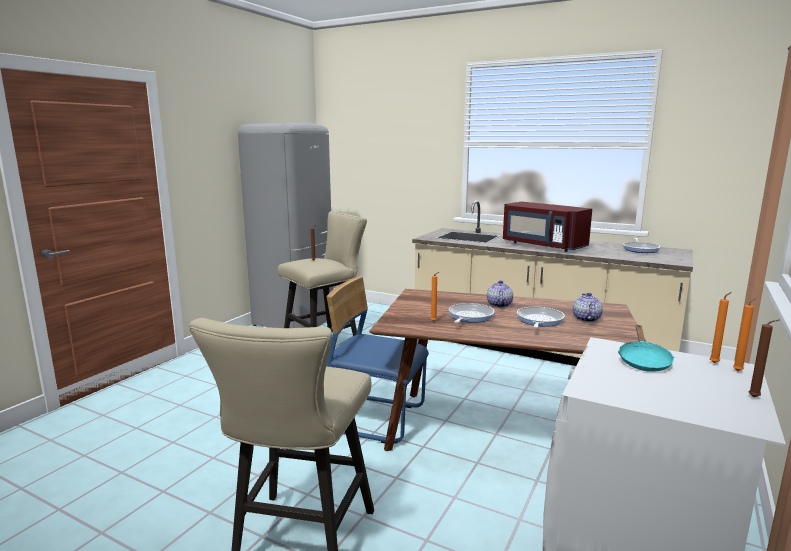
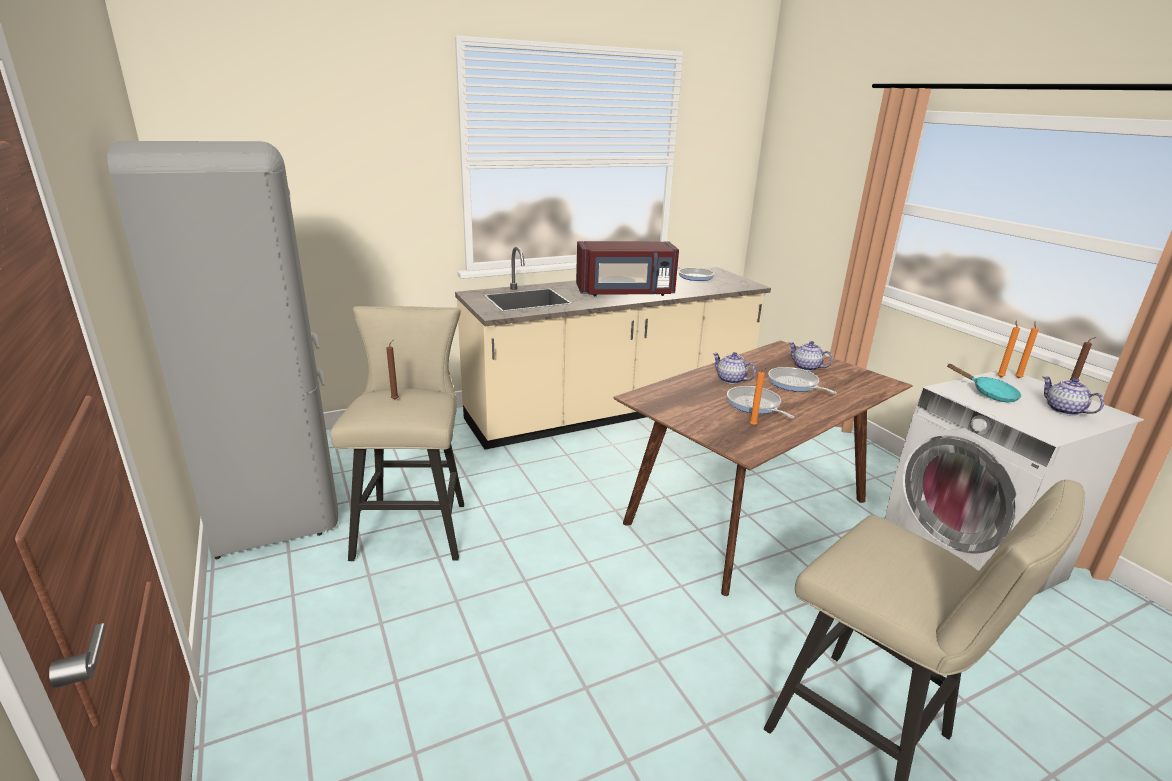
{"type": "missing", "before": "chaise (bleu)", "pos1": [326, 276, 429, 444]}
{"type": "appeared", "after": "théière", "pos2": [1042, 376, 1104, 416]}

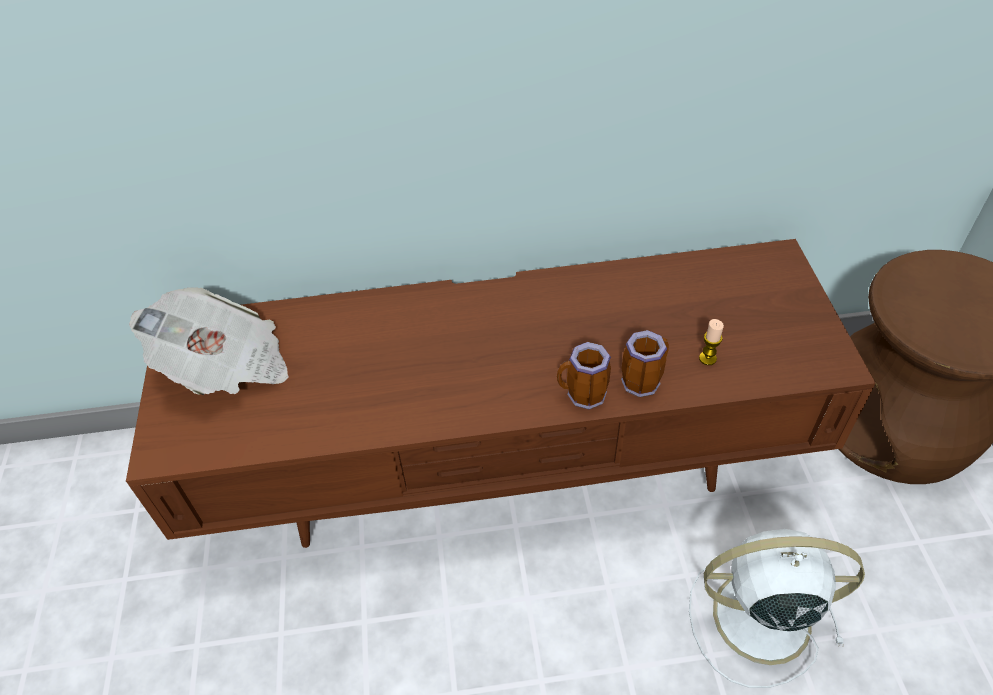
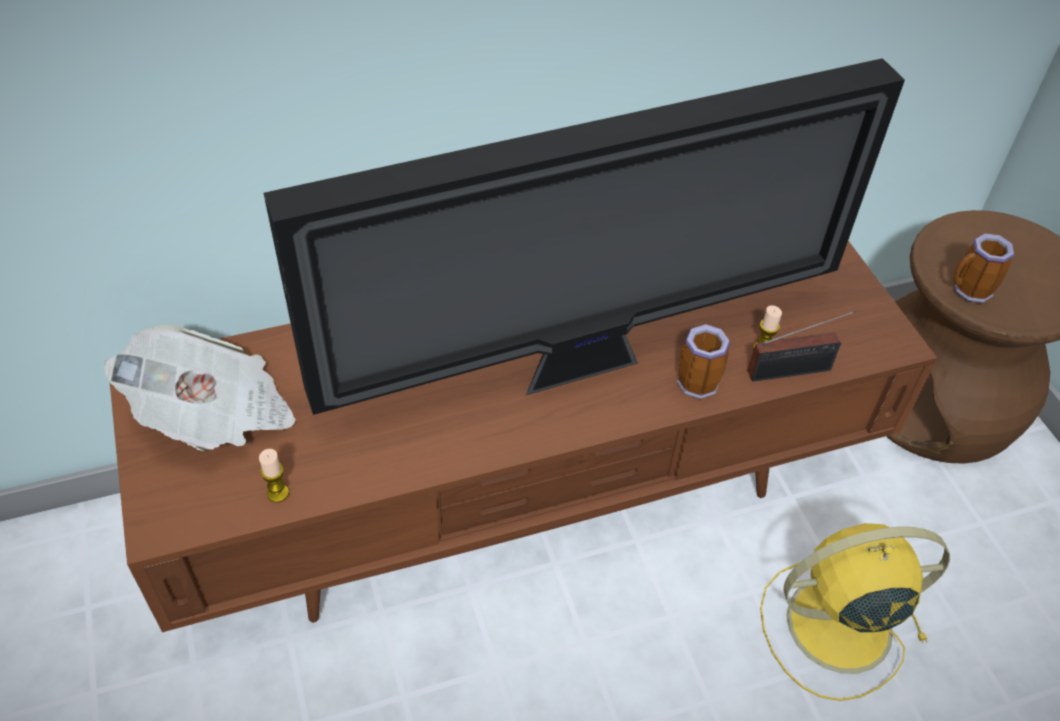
{"type": "appeared", "after": "bougie", "pos2": [259, 449, 289, 503]}
{"type": "appeared", "after": "téléviseur", "pos2": [264, 58, 905, 415]}
{"type": "appeared", "after": "radio", "pos2": [748, 311, 856, 382]}
{"type": "relocated", "before": "mug", "pos1": [557, 342, 611, 409], "pos2": [954, 233, 1014, 303]}
{"type": "colour", "before": "ventilateur (blanc)", "after": "ventilateur (jaune)", "pos1": [689, 529, 865, 688], "pos2": [760, 523, 950, 701]}

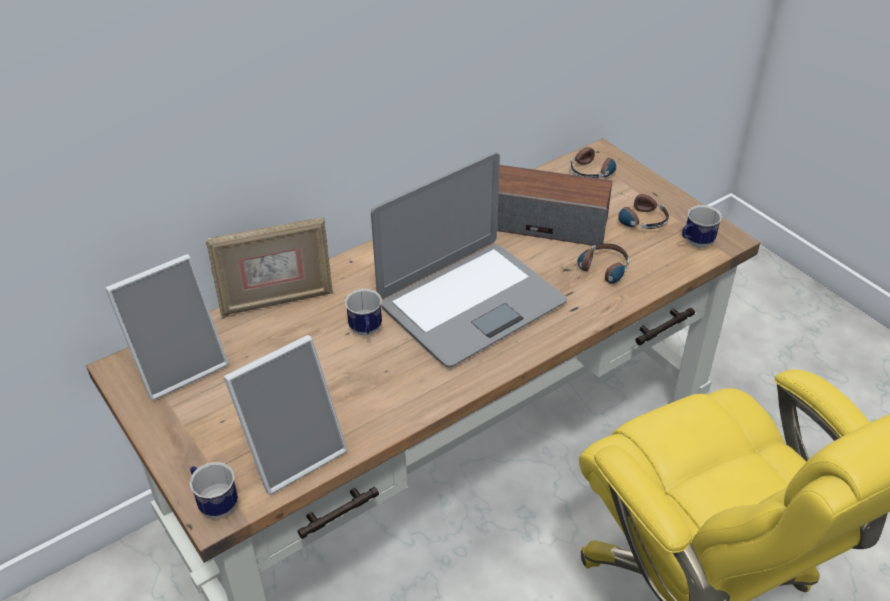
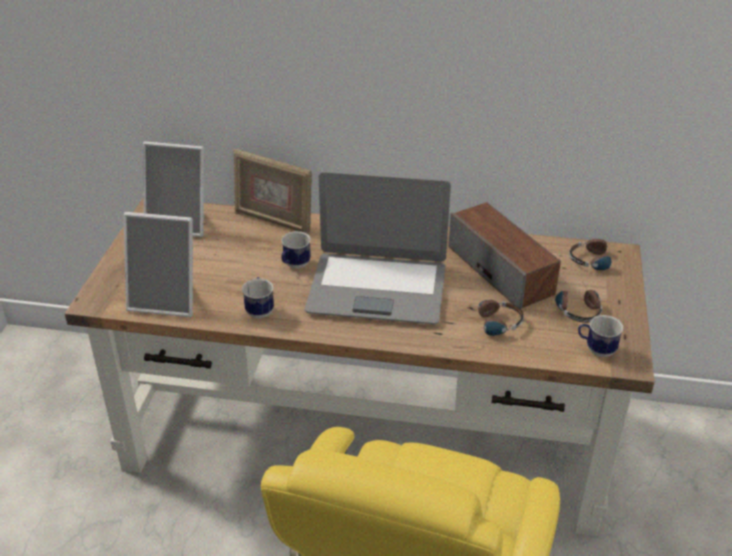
{"type": "relocated", "before": "mug", "pos1": [190, 462, 238, 518], "pos2": [242, 277, 274, 318]}

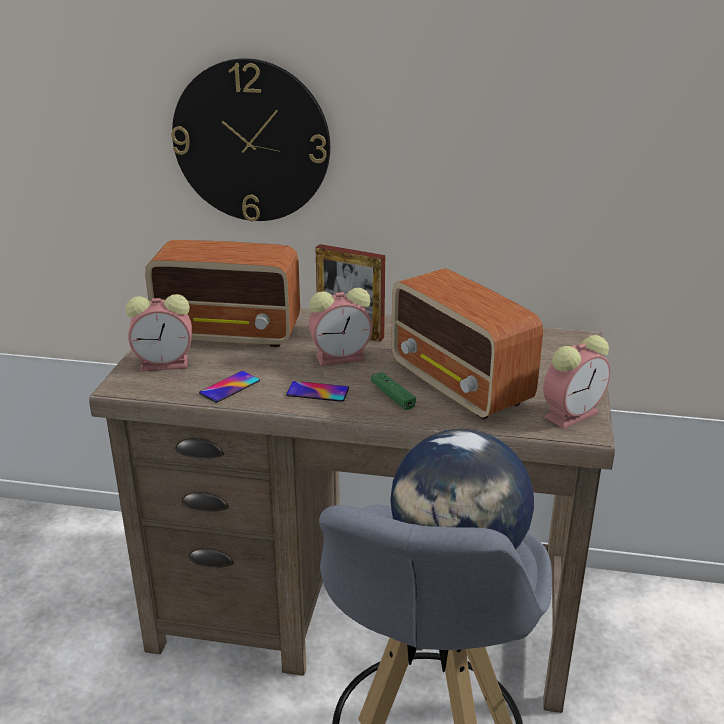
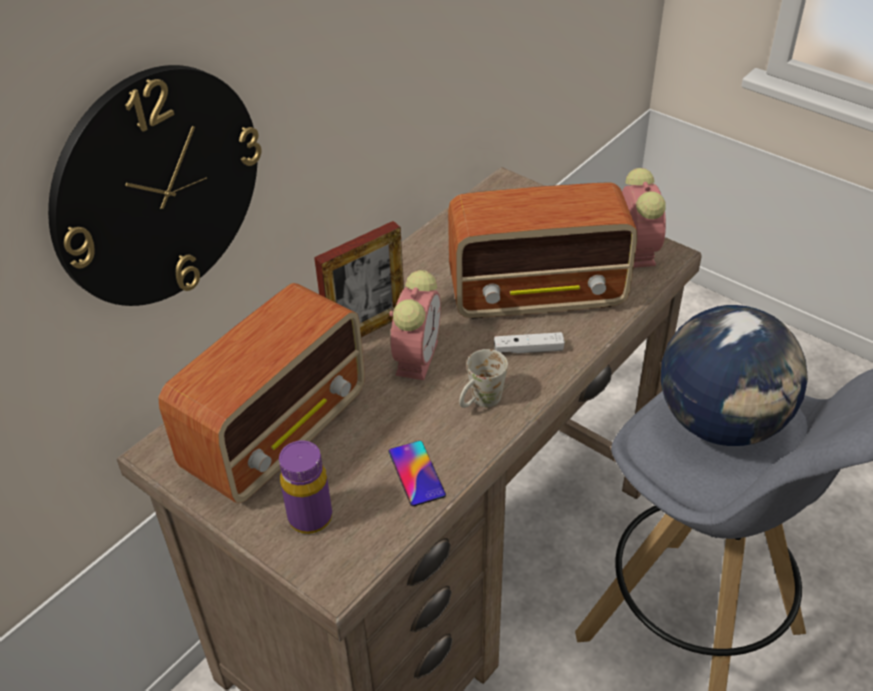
{"type": "exchanged", "before": "réveil", "after": "bouteille (violet)", "pos1": [126, 294, 192, 372], "pos2": [279, 440, 332, 534]}
{"type": "exchanged", "before": "téléphone", "after": "mug (blanc)", "pos1": [286, 381, 349, 402], "pos2": [459, 349, 508, 408]}
{"type": "colour", "before": "manette (vert)", "after": "manette (blanc)", "pos1": [371, 372, 416, 410], "pos2": [494, 332, 565, 354]}

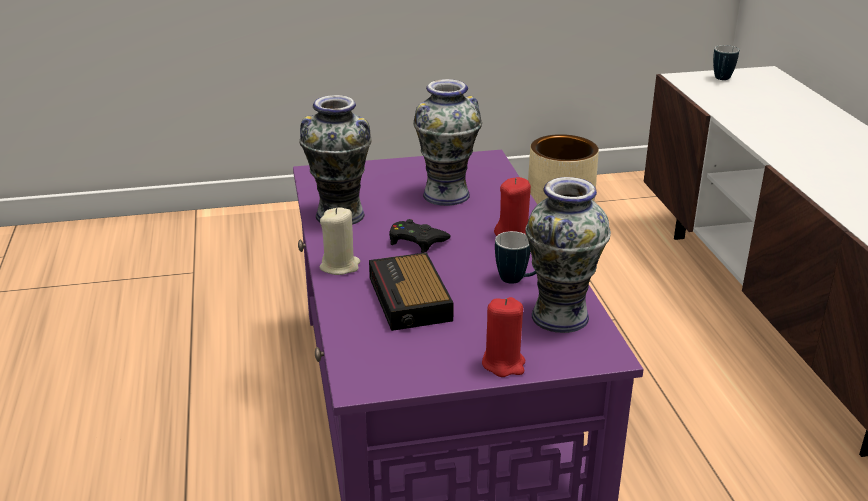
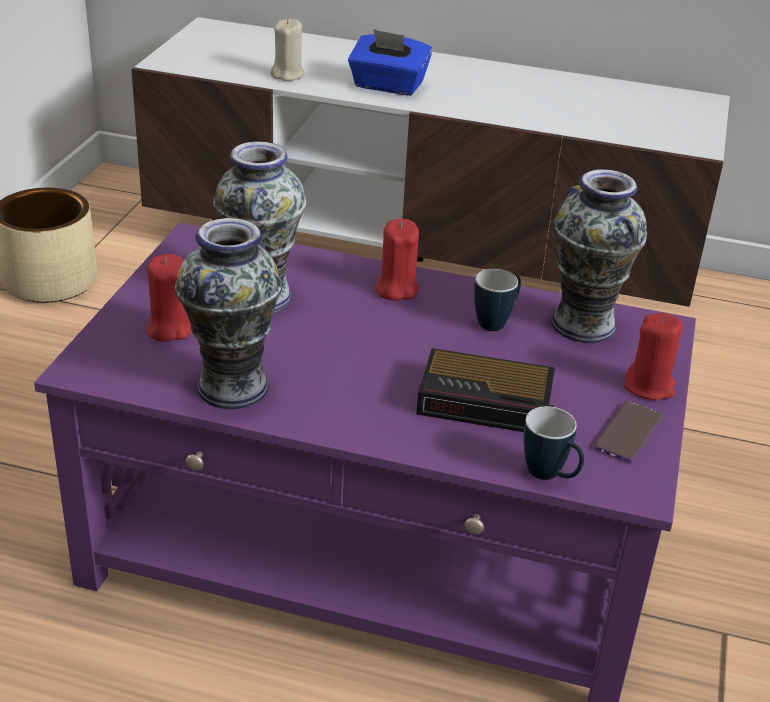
{"type": "missing", "before": "manette (noir)", "pos1": [389, 219, 451, 253]}
{"type": "appeared", "after": "bougie (rouge)", "pos2": [146, 254, 192, 342]}
{"type": "appeared", "after": "boîte à mouchoirs (bleu)", "pos2": [348, 29, 432, 96]}
{"type": "appeared", "after": "téléphone", "pos2": [594, 401, 663, 462]}
{"type": "relocated", "before": "bougie (beige)", "pos1": [320, 207, 360, 275], "pos2": [270, 18, 304, 81]}
{"type": "relocated", "before": "mug", "pos1": [713, 45, 739, 80], "pos2": [524, 406, 584, 480]}

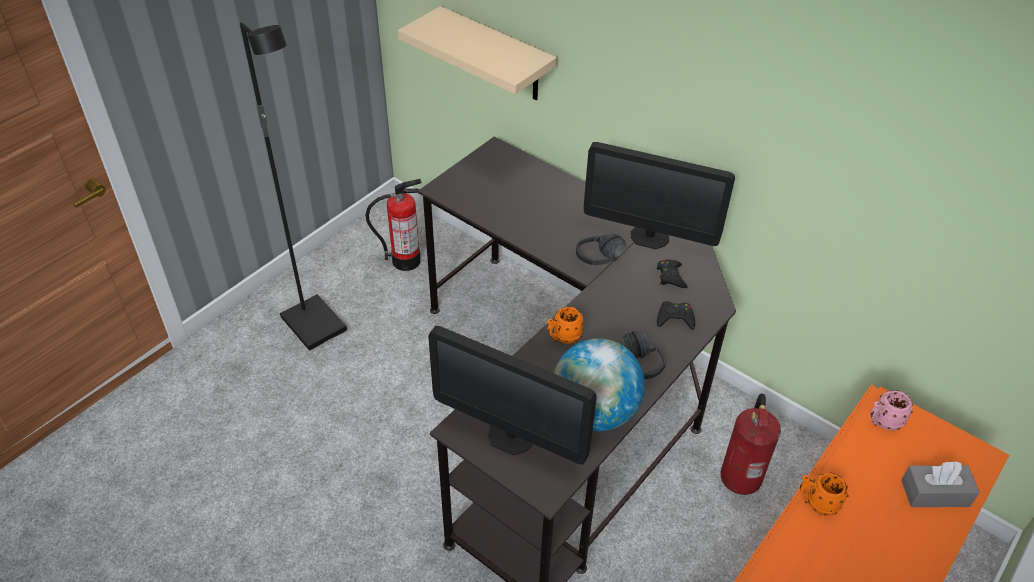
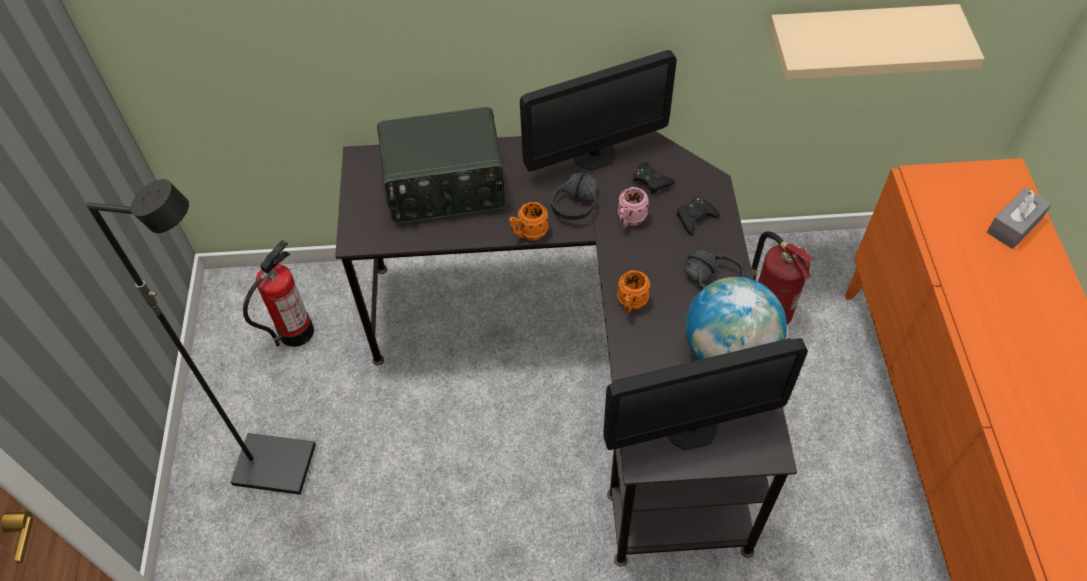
{"type": "appeared", "after": "radio", "pos2": [377, 107, 507, 223]}
{"type": "relocated", "before": "étagère (beige)", "pos1": [398, 6, 557, 100], "pos2": [770, 4, 984, 80]}
{"type": "relocated", "before": "mug (orange)", "pos1": [800, 472, 849, 516], "pos2": [509, 202, 549, 241]}
{"type": "relocated", "before": "mug (rose)", "pos1": [870, 390, 913, 431], "pos2": [618, 187, 649, 228]}

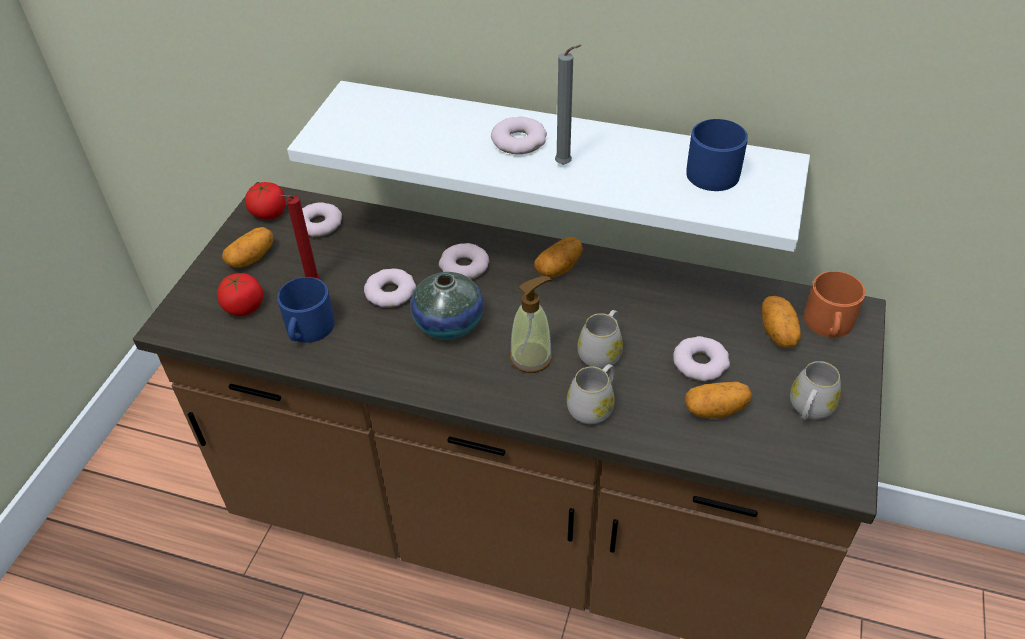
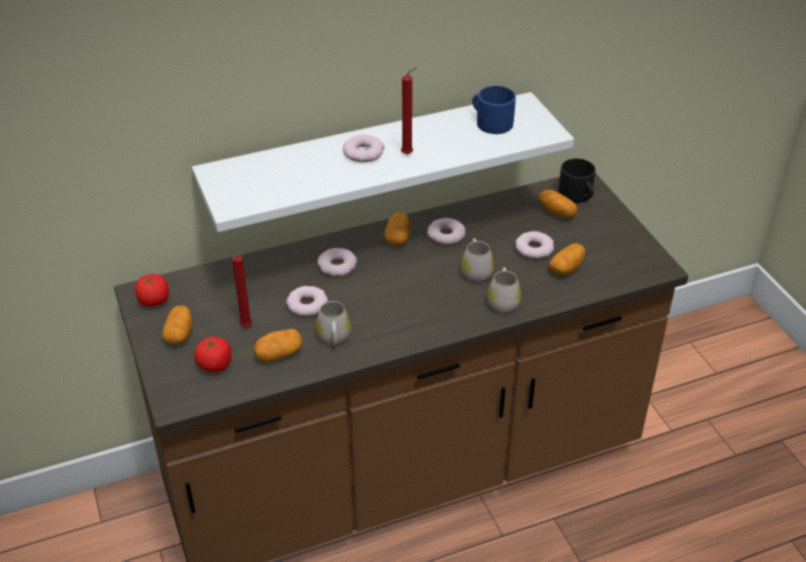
{"type": "missing", "before": "vase", "pos1": [410, 272, 484, 340]}
{"type": "missing", "before": "distributeur de savon", "pos1": [509, 276, 553, 373]}
{"type": "relocated", "before": "beignet", "pos1": [302, 202, 342, 237], "pos2": [427, 218, 466, 245]}
{"type": "relocated", "before": "mug (blanc)", "pos1": [790, 361, 841, 420], "pos2": [316, 301, 351, 345]}
{"type": "exchanged", "before": "mug (bleu)", "after": "pomme de terre", "pos1": [277, 277, 335, 343], "pos2": [253, 329, 302, 362]}
{"type": "colour", "before": "bougie (gris)", "after": "bougie (rouge)", "pos1": [555, 45, 582, 165], "pos2": [401, 67, 417, 155]}
{"type": "colour", "before": "mug (orange)", "after": "mug (noir)", "pos1": [804, 271, 865, 337], "pos2": [559, 159, 596, 203]}

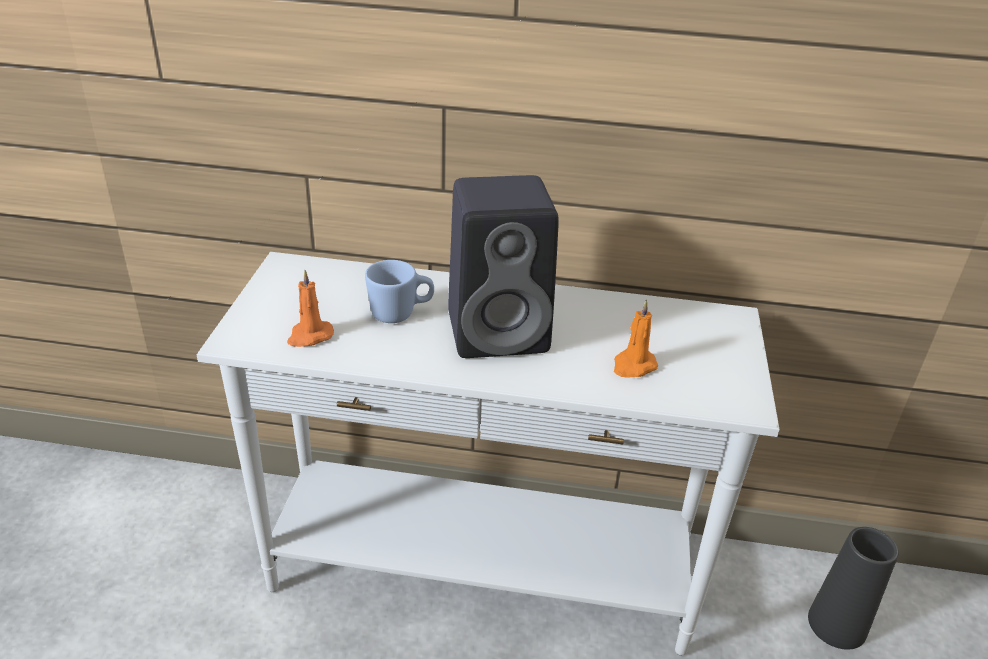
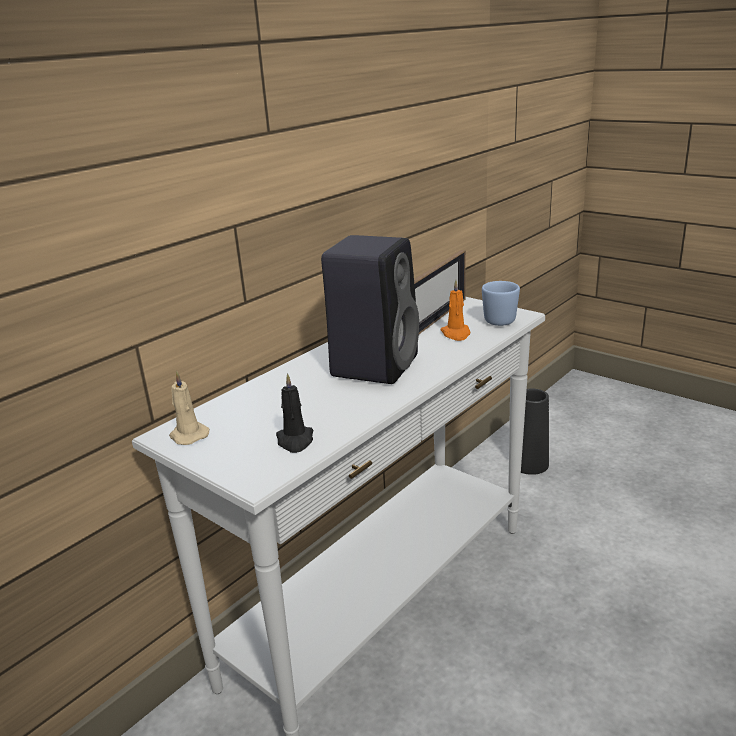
{"type": "appeared", "after": "bougie (beige)", "pos2": [169, 371, 209, 445]}
{"type": "appeared", "after": "cadre photo", "pos2": [414, 250, 466, 334]}
{"type": "relocated", "before": "mug (bleu)", "pos1": [365, 260, 434, 323], "pos2": [482, 281, 520, 326]}
{"type": "colour", "before": "bougie (orange)", "after": "bougie (noir)", "pos1": [287, 270, 334, 347], "pos2": [276, 373, 313, 453]}

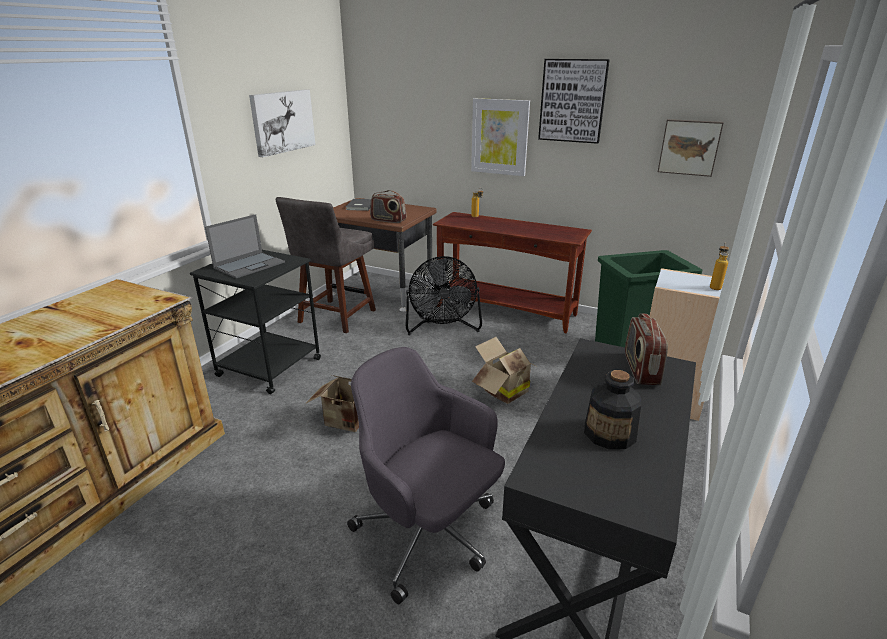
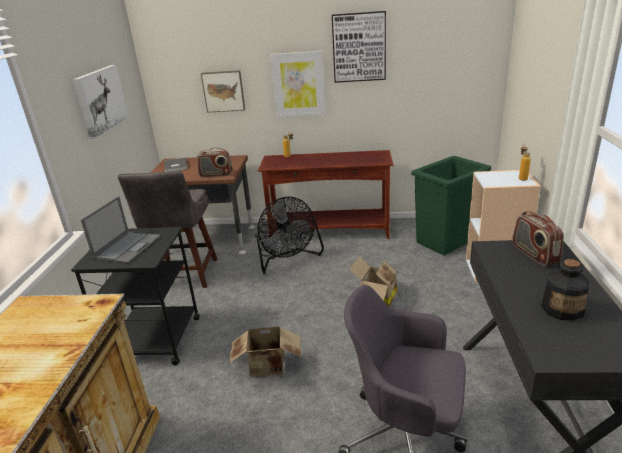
{"type": "relocated", "before": "tableau", "pos1": [658, 119, 724, 177], "pos2": [201, 70, 245, 113]}

